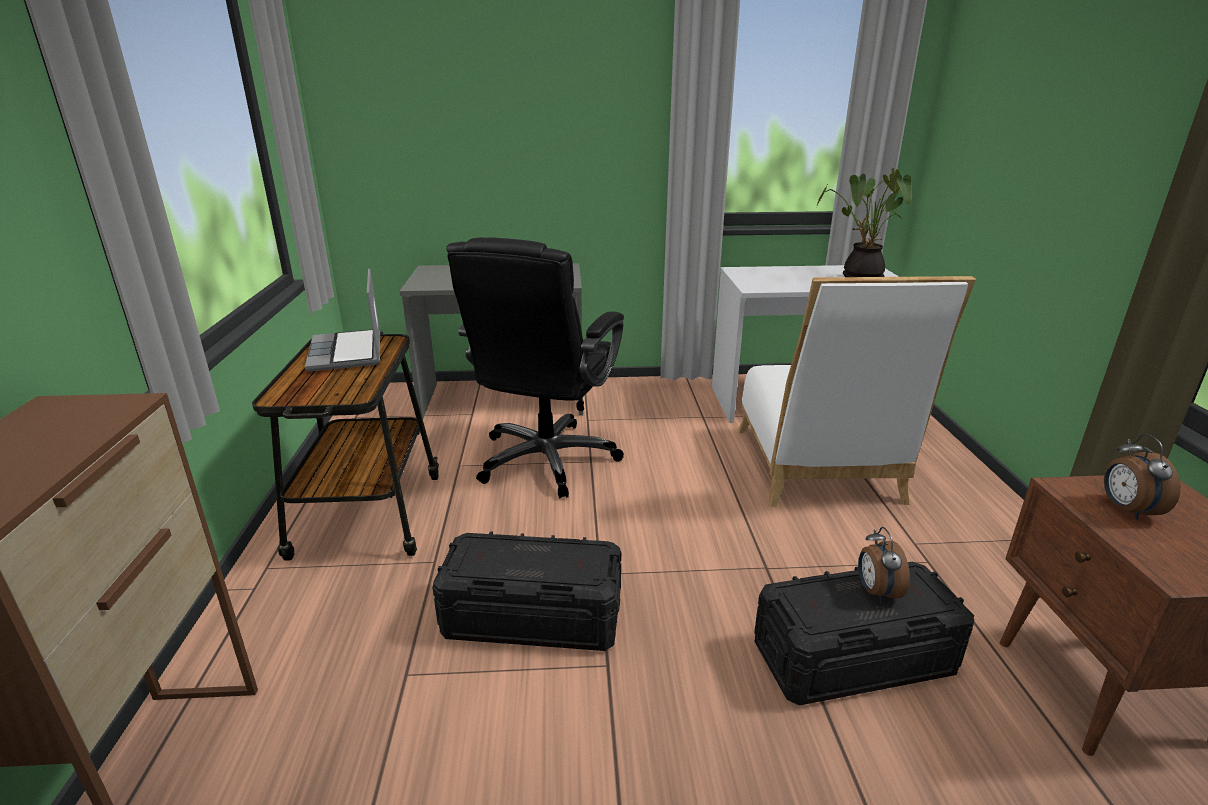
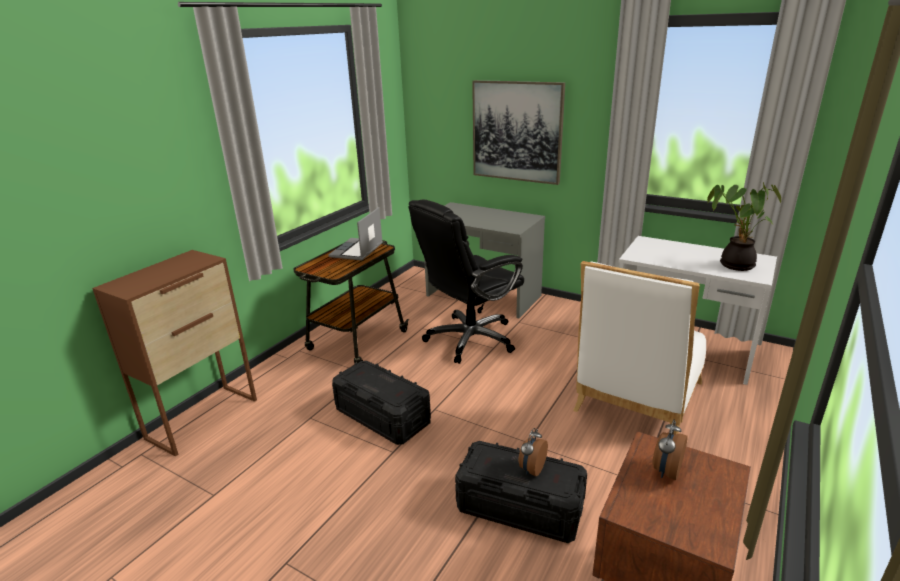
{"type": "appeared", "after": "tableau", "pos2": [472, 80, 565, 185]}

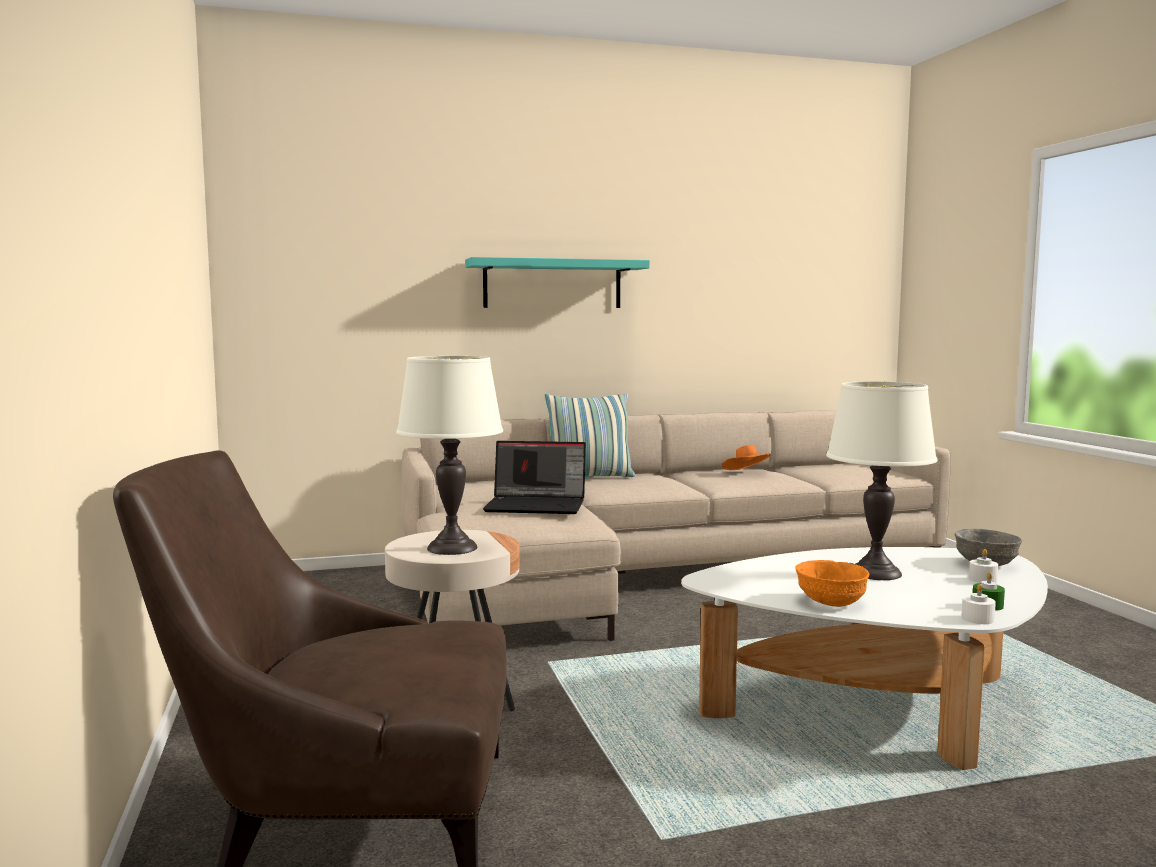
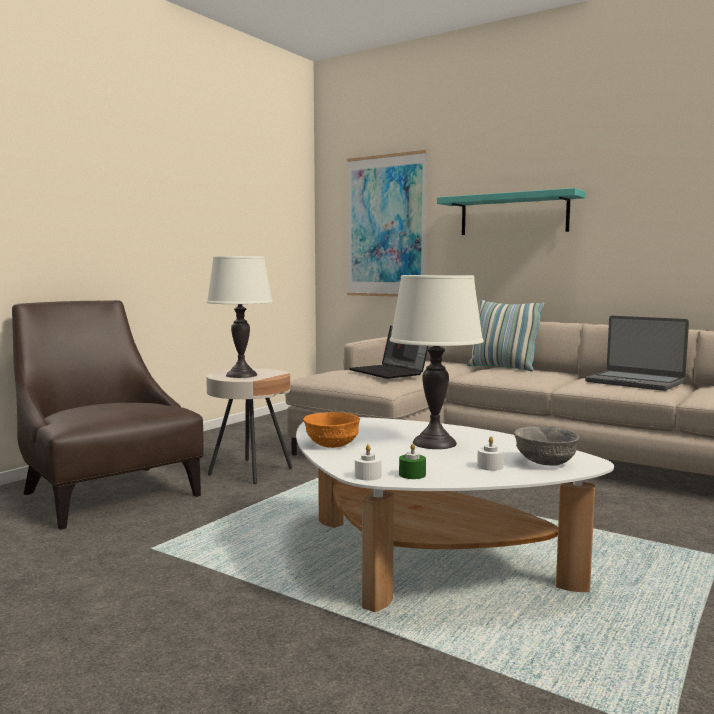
{"type": "appeared", "after": "tableau", "pos2": [347, 150, 428, 297]}
{"type": "exchanged", "before": "chapeau (orange)", "after": "ordinateur portable", "pos1": [722, 445, 771, 470], "pos2": [585, 316, 689, 391]}

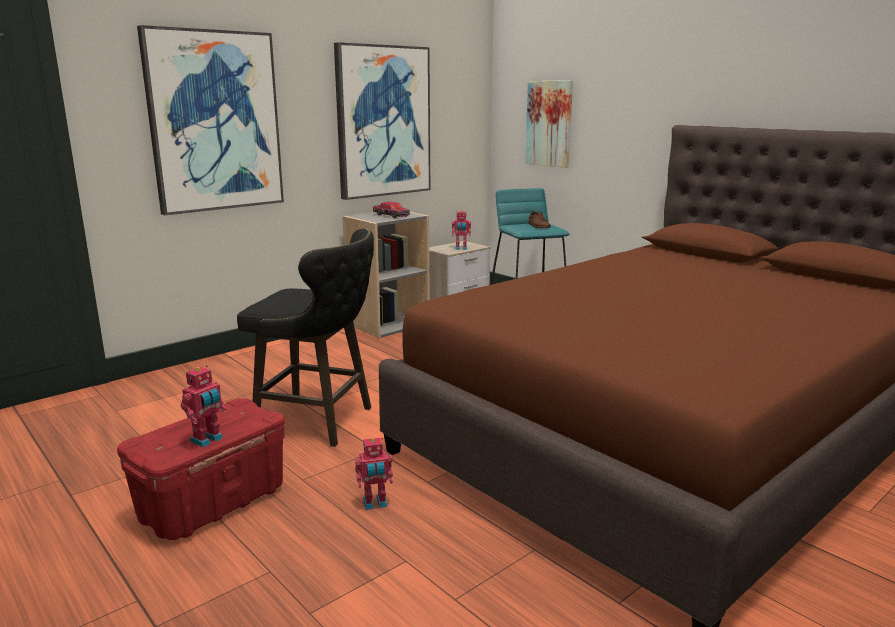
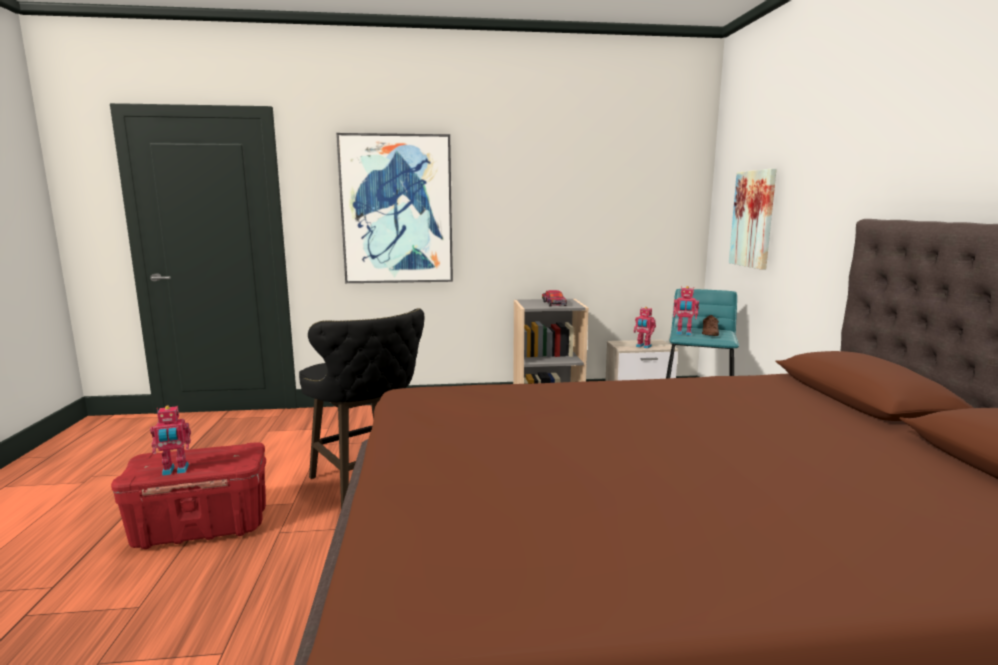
{"type": "missing", "before": "tableau", "pos1": [334, 42, 430, 200]}
{"type": "relocated", "before": "robot jouet", "pos1": [355, 438, 393, 510], "pos2": [673, 286, 699, 336]}

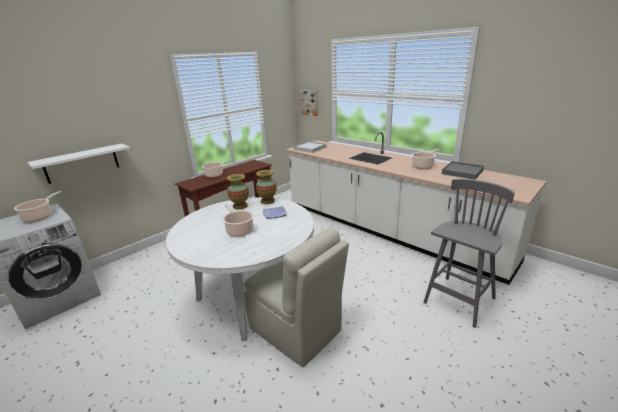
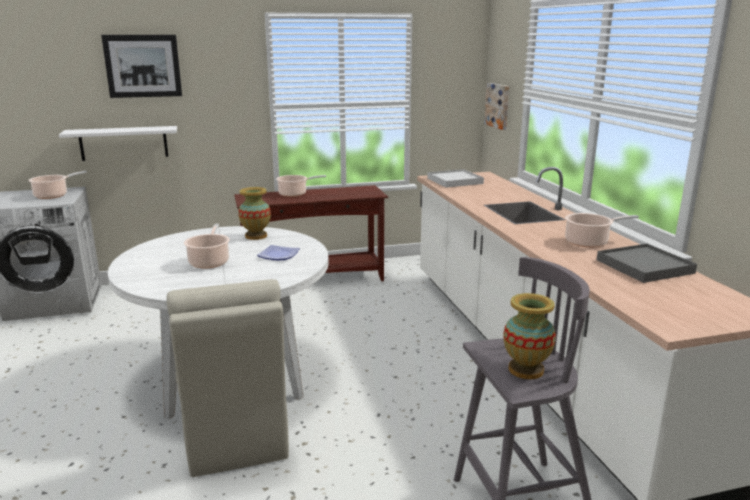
{"type": "appeared", "after": "tableau", "pos2": [101, 35, 182, 98]}
{"type": "relocated", "before": "vase", "pos1": [256, 170, 277, 204], "pos2": [503, 293, 556, 379]}

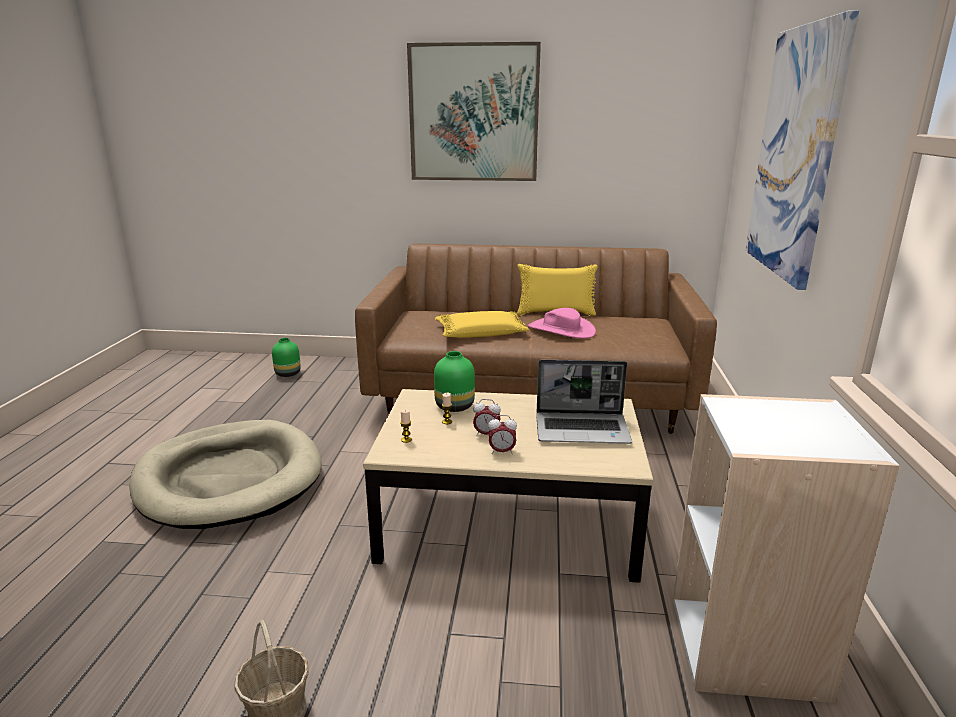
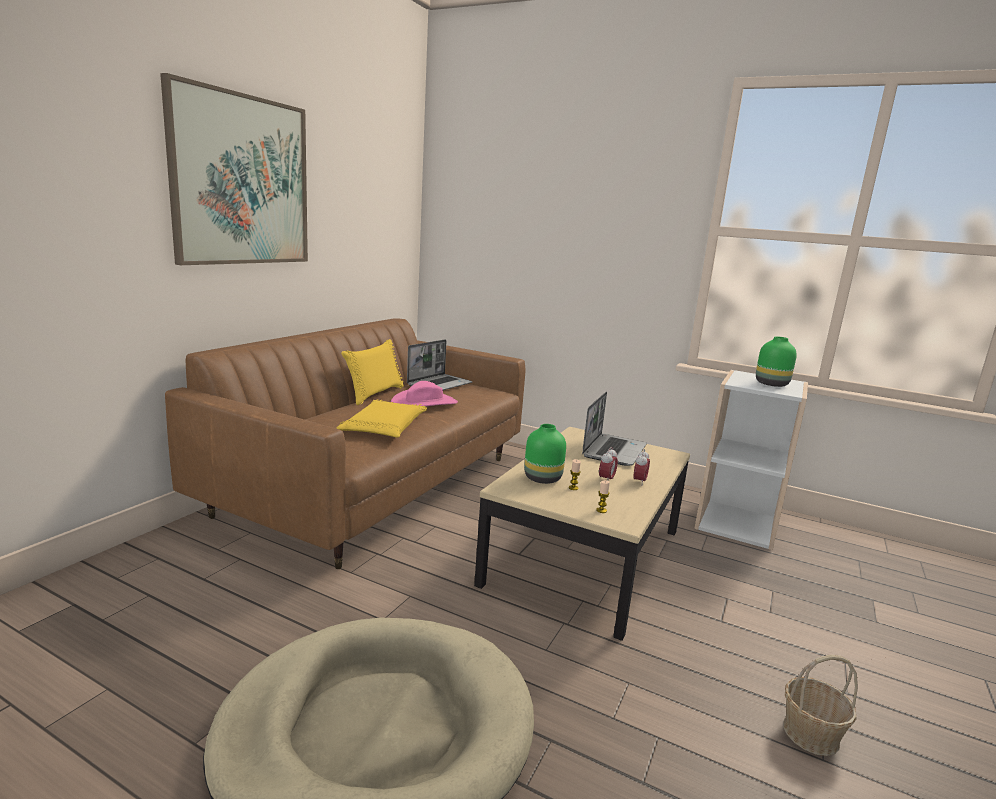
{"type": "missing", "before": "tableau", "pos1": [745, 10, 859, 290]}
{"type": "appeared", "after": "ordinateur portable", "pos2": [407, 339, 473, 390]}
{"type": "relocated", "before": "vase (vert)", "pos1": [272, 338, 301, 377], "pos2": [756, 336, 797, 387]}

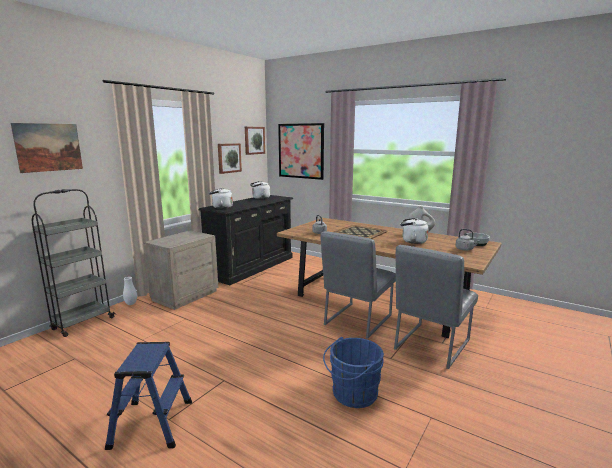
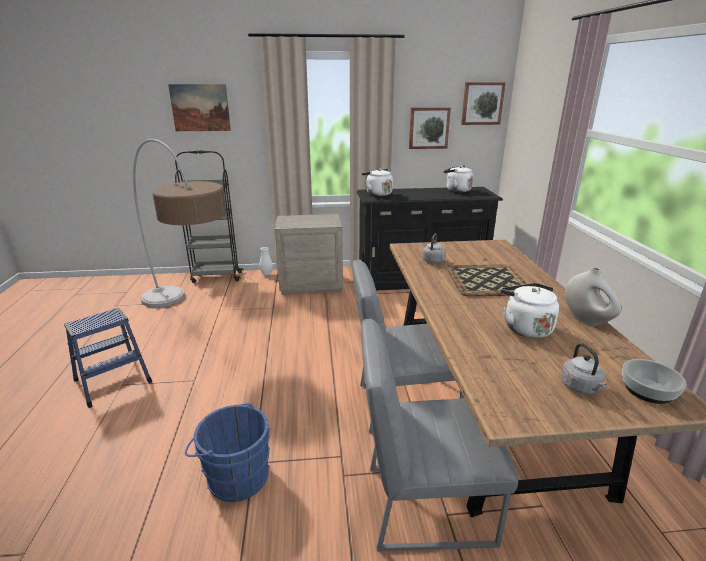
{"type": "missing", "before": "tableau", "pos1": [278, 123, 324, 180]}
{"type": "appeared", "after": "lampadaire", "pos2": [133, 139, 226, 308]}

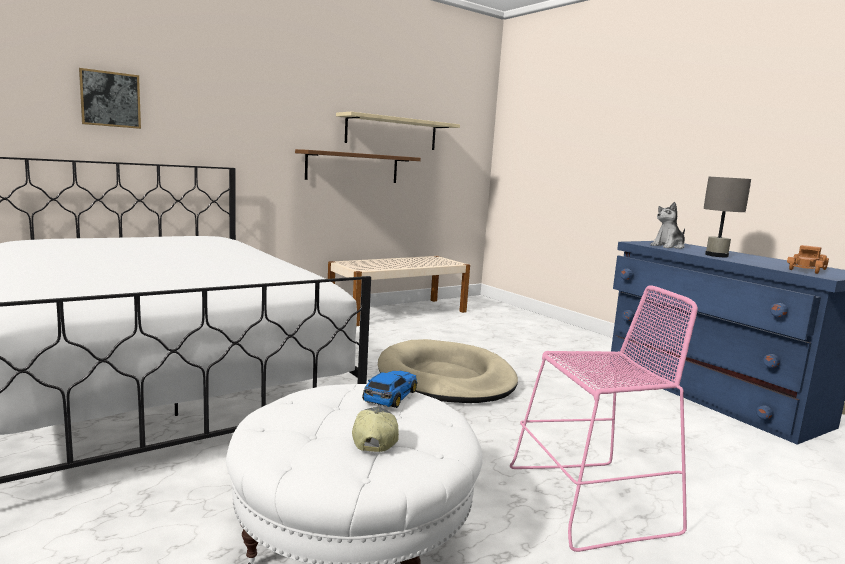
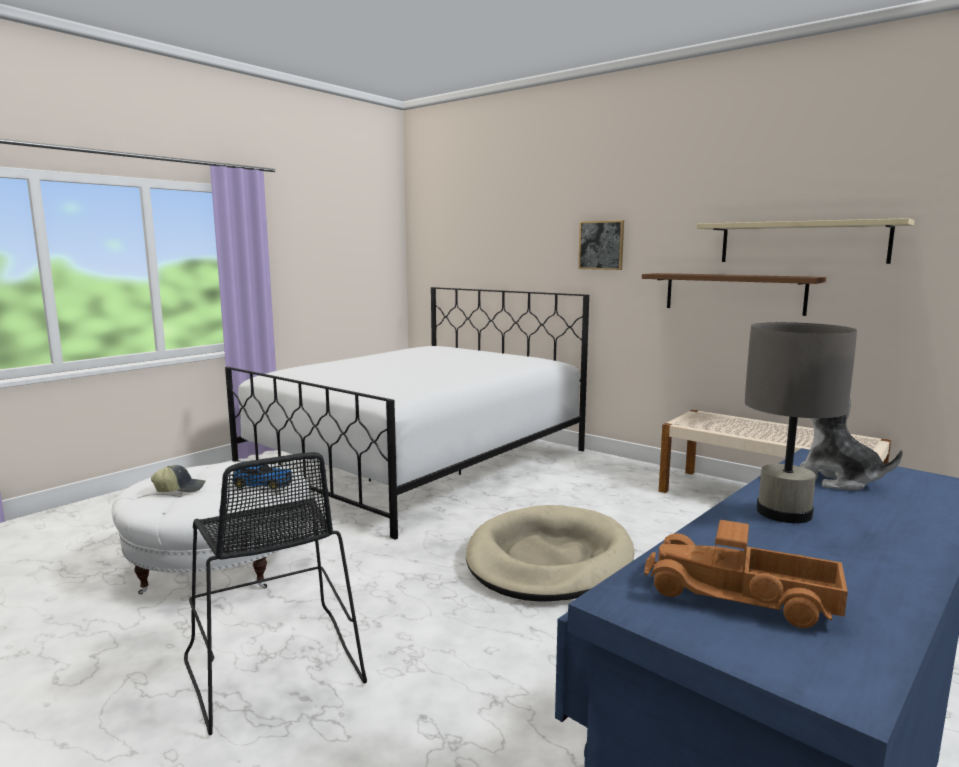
{"type": "relocated", "before": "tableau", "pos1": [79, 68, 141, 129], "pos2": [578, 220, 624, 270]}
{"type": "colour", "before": "tabouret (rose)", "after": "tabouret (noir)", "pos1": [510, 285, 698, 552], "pos2": [184, 452, 367, 735]}

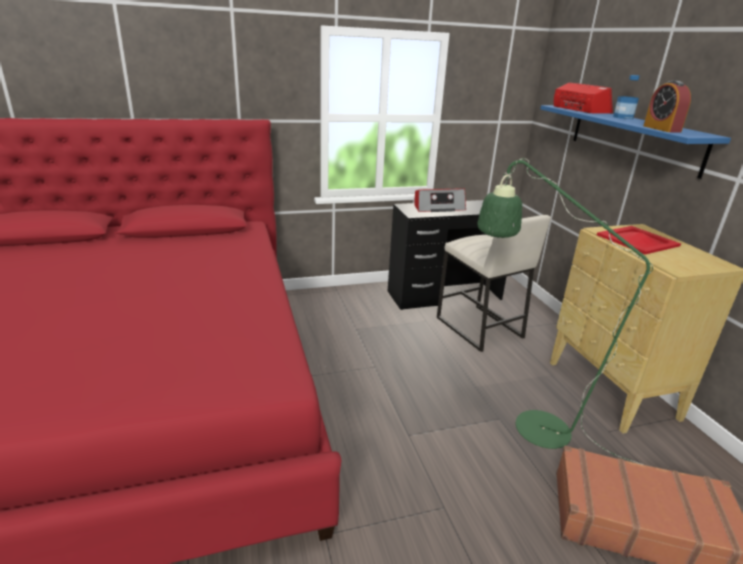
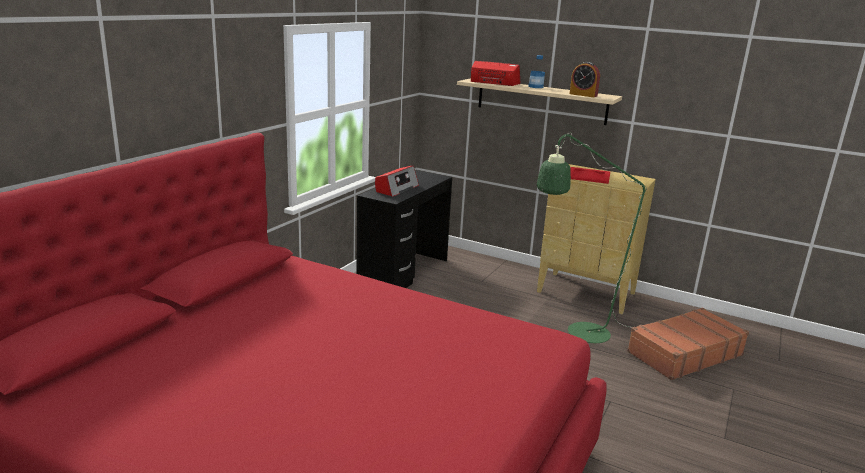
{"type": "missing", "before": "tabouret (beige)", "pos1": [437, 215, 551, 352]}
{"type": "colour", "before": "étagère (bleu)", "after": "étagère (beige)", "pos1": [540, 105, 731, 179], "pos2": [457, 78, 622, 125]}

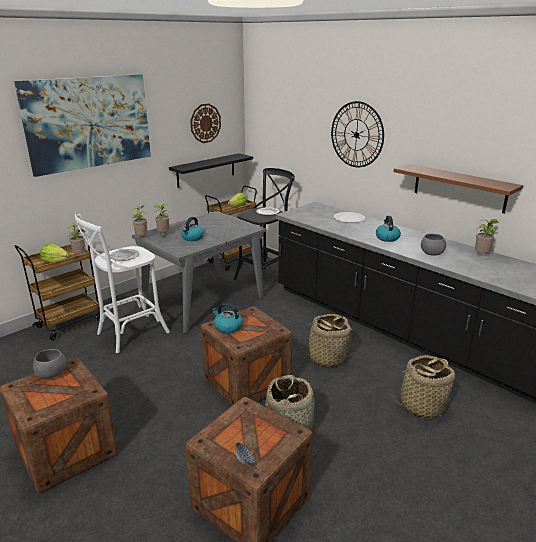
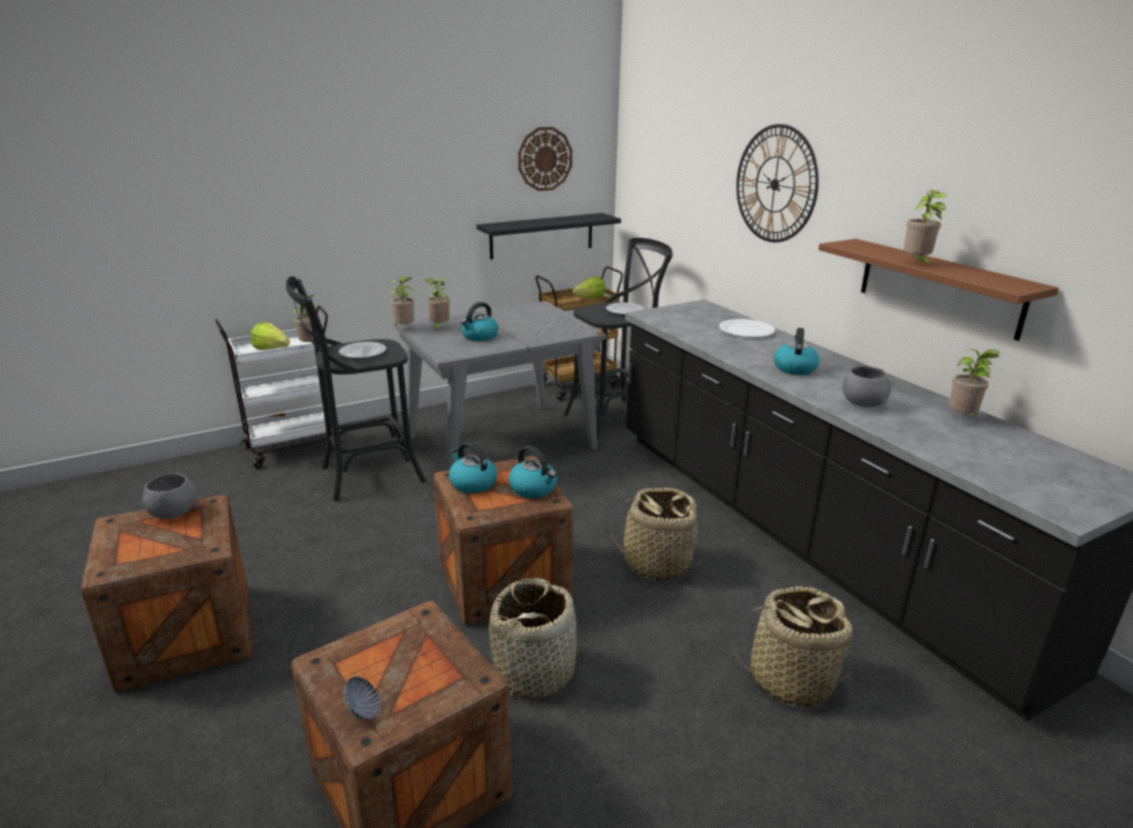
{"type": "missing", "before": "tableau", "pos1": [14, 74, 151, 177]}
{"type": "appeared", "after": "bouilloire", "pos2": [509, 446, 557, 498]}
{"type": "appeared", "after": "plante en pot", "pos2": [904, 190, 947, 267]}
{"type": "colour", "before": "chariot (marron)", "after": "chariot (blanc)", "pos1": [15, 229, 100, 341], "pos2": [215, 305, 345, 469]}
{"type": "colour", "before": "tabouret (blanc)", "after": "tabouret (noir)", "pos1": [75, 213, 170, 353], "pos2": [286, 276, 426, 501]}

